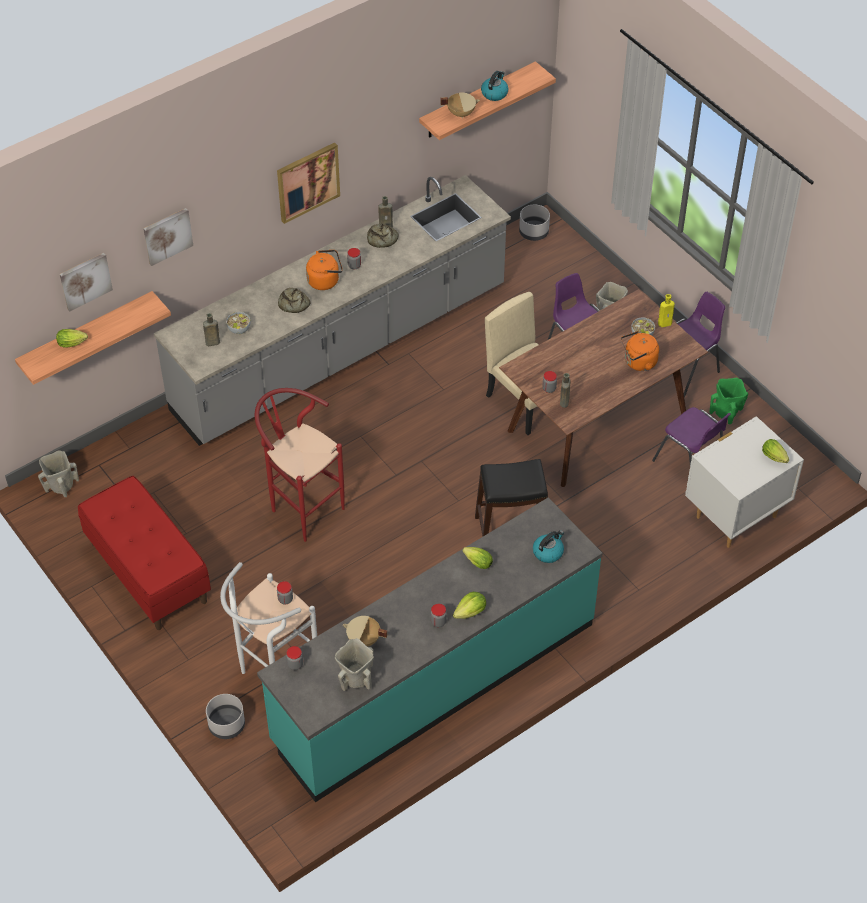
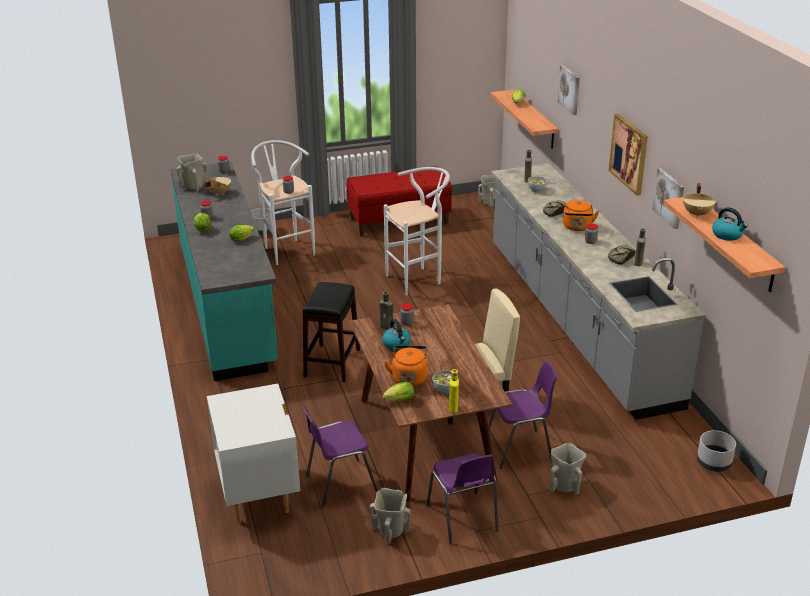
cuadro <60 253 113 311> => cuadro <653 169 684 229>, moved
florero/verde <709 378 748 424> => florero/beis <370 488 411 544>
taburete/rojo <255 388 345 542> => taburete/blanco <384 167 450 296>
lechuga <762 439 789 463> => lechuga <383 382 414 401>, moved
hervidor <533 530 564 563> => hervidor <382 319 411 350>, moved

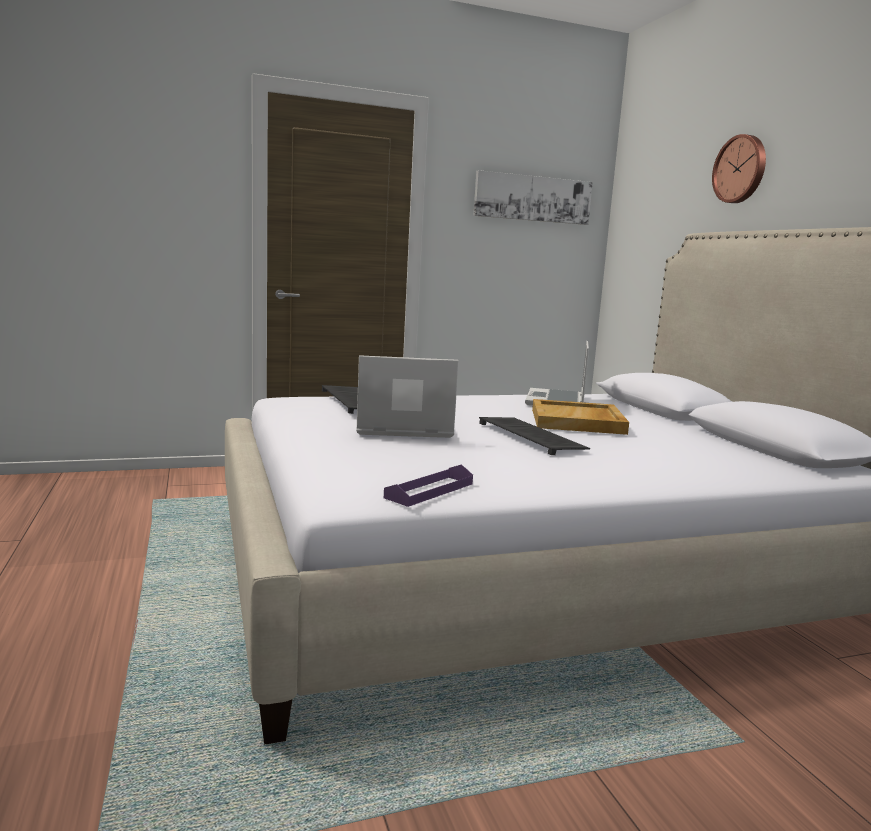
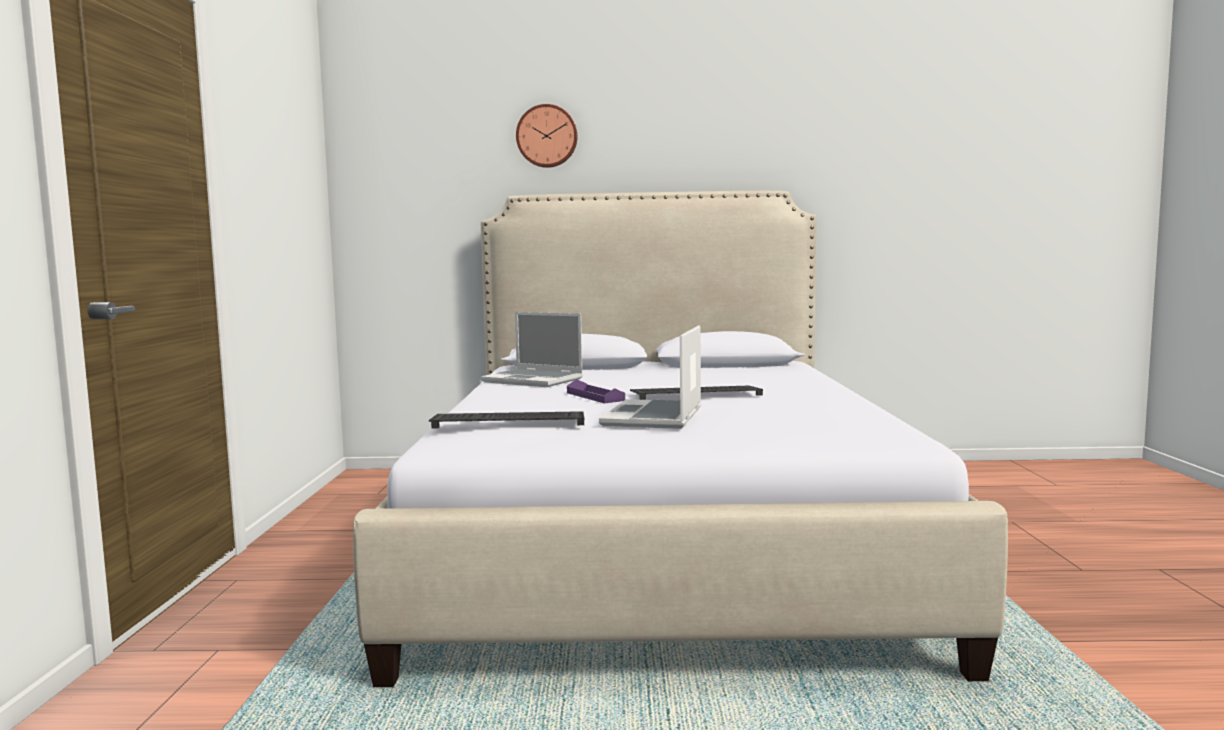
cuadro <473 170 593 225> => nothing
bandeja/beis <532 399 629 435> => nothing
bandeja/morado <384 465 473 507> => bandeja/morado <567 379 625 403>, moved

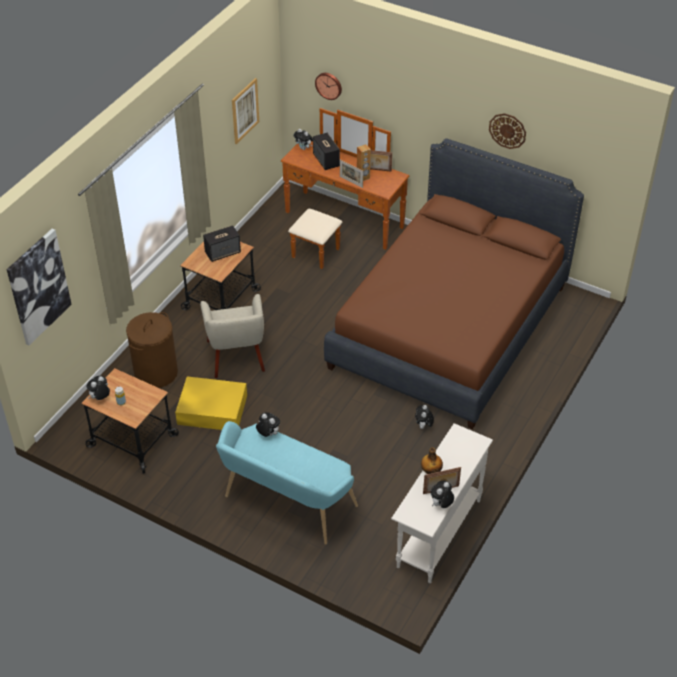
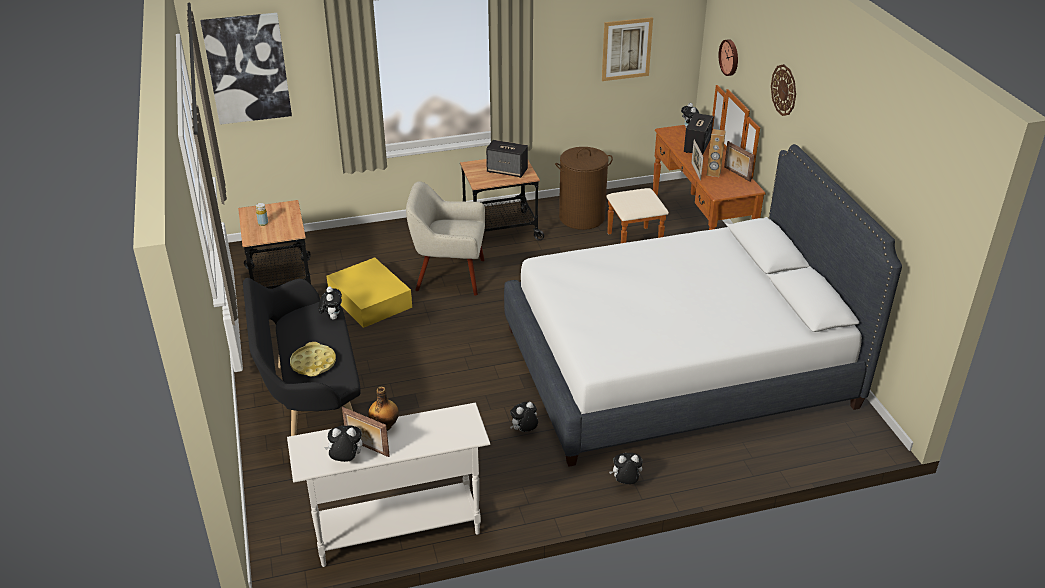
reloj de pared <489 113 526 149> => reloj de pared <771 64 796 116>, moved
cama/marrón <324 138 584 429> => cama/blanco <504 144 902 467>
sillón/beis <200 294 265 378> => sillón/beis <406 181 485 296>, 60 degrees clockwise
cesto de la ropa/marrón <126 312 178 388> => cesto de la ropa/marrón <555 147 613 230>, moved
peluche <86 376 110 400> => peluche <609 453 643 484>, moved
banco/turquesa <216 421 358 544> => banco/negro <243 278 361 436>
nothing => bandeja/amarillo <290 342 336 376>

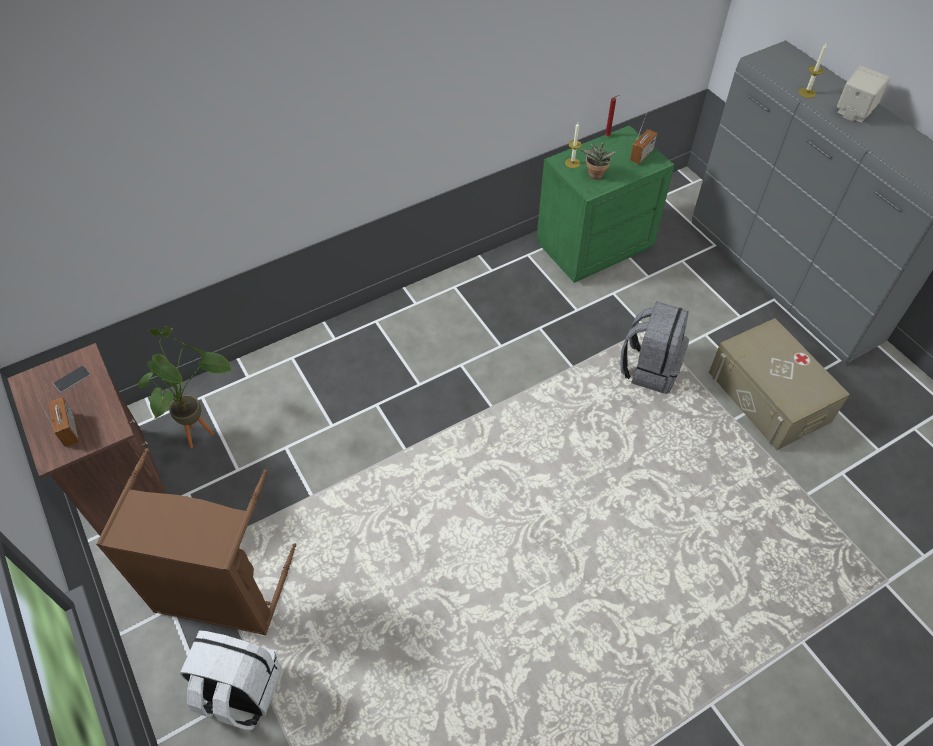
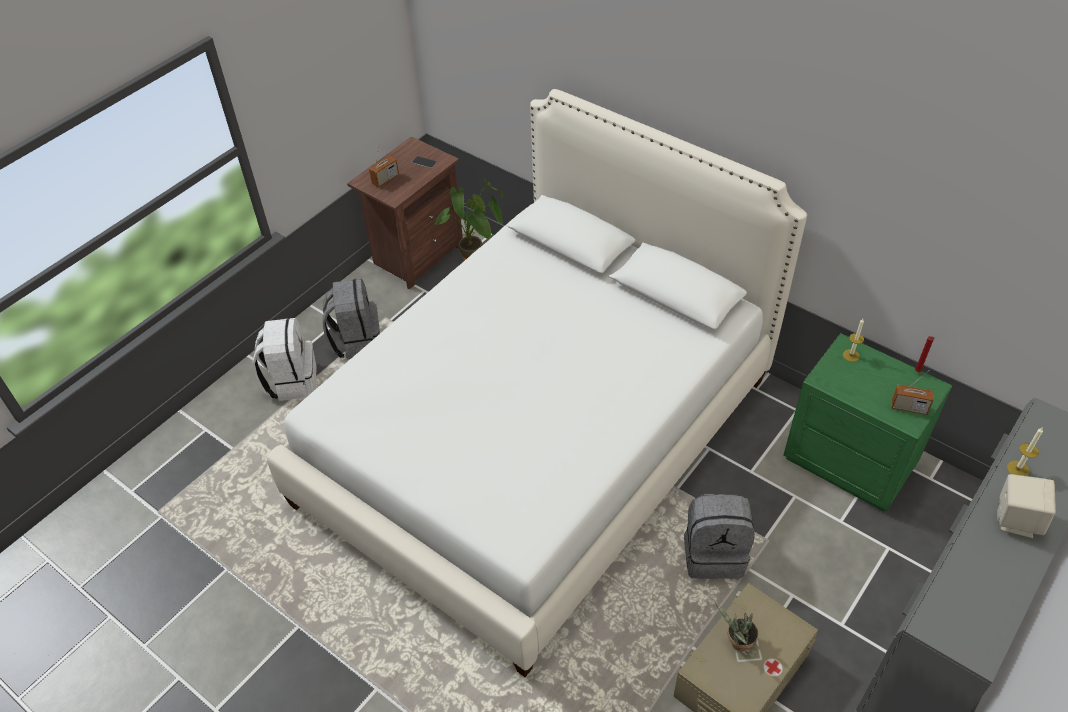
planta en maceta <580 142 618 179> => planta en maceta <715 601 758 651>, moved
cesto de la ropa/marrón <96 448 296 635> => mochila/gris <323 278 380 360>
nothing => cama/blanco <267 89 807 677>

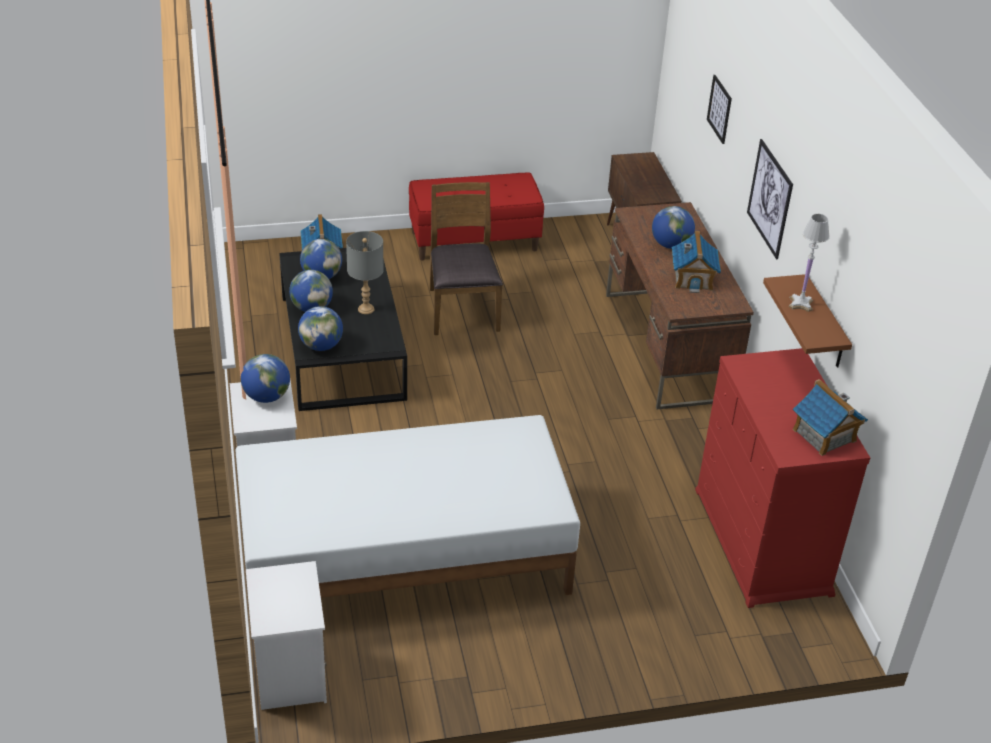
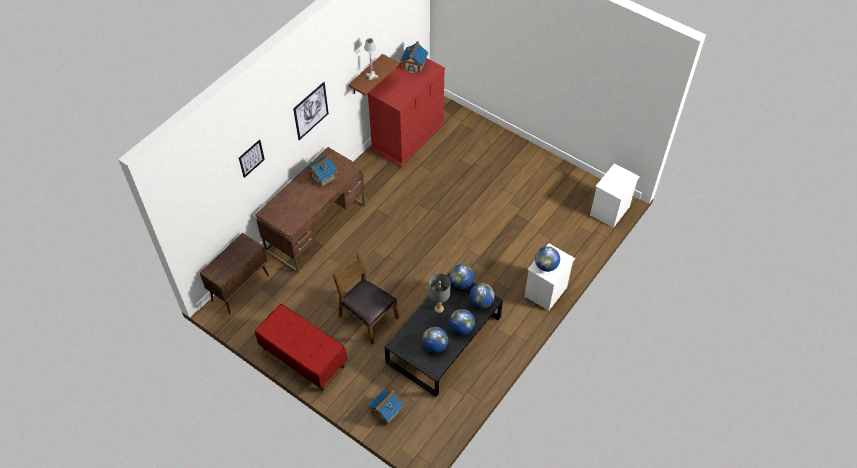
silla/marrón <430 182 503 335> => silla/marrón <333 252 399 345>, 90 degrees clockwise
globo terráqueo <652 206 695 249> => globo terráqueo <449 264 474 289>, moved
cama/blanco <235 415 580 598> => nothing

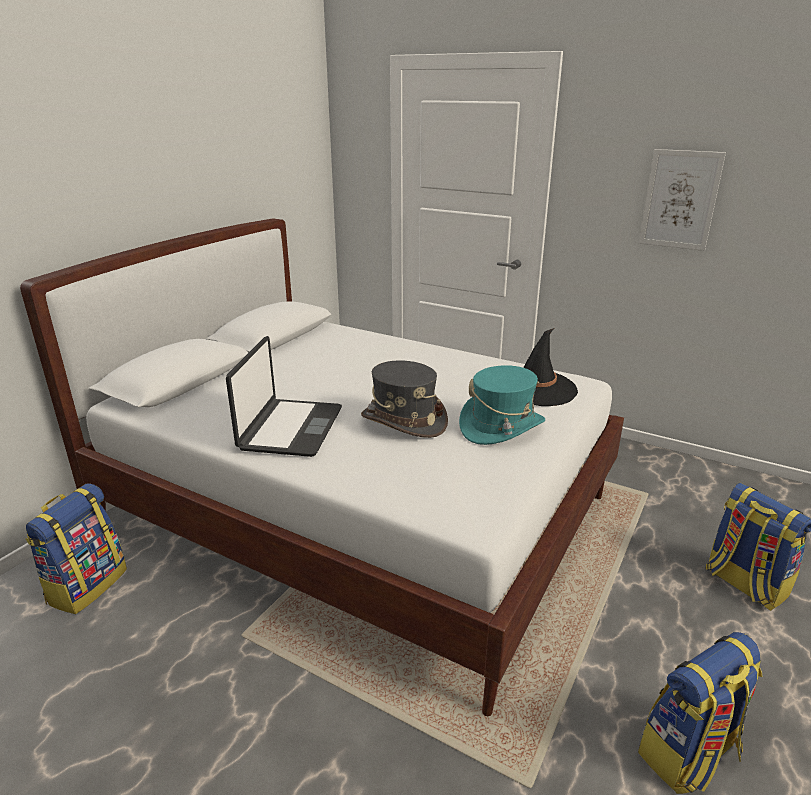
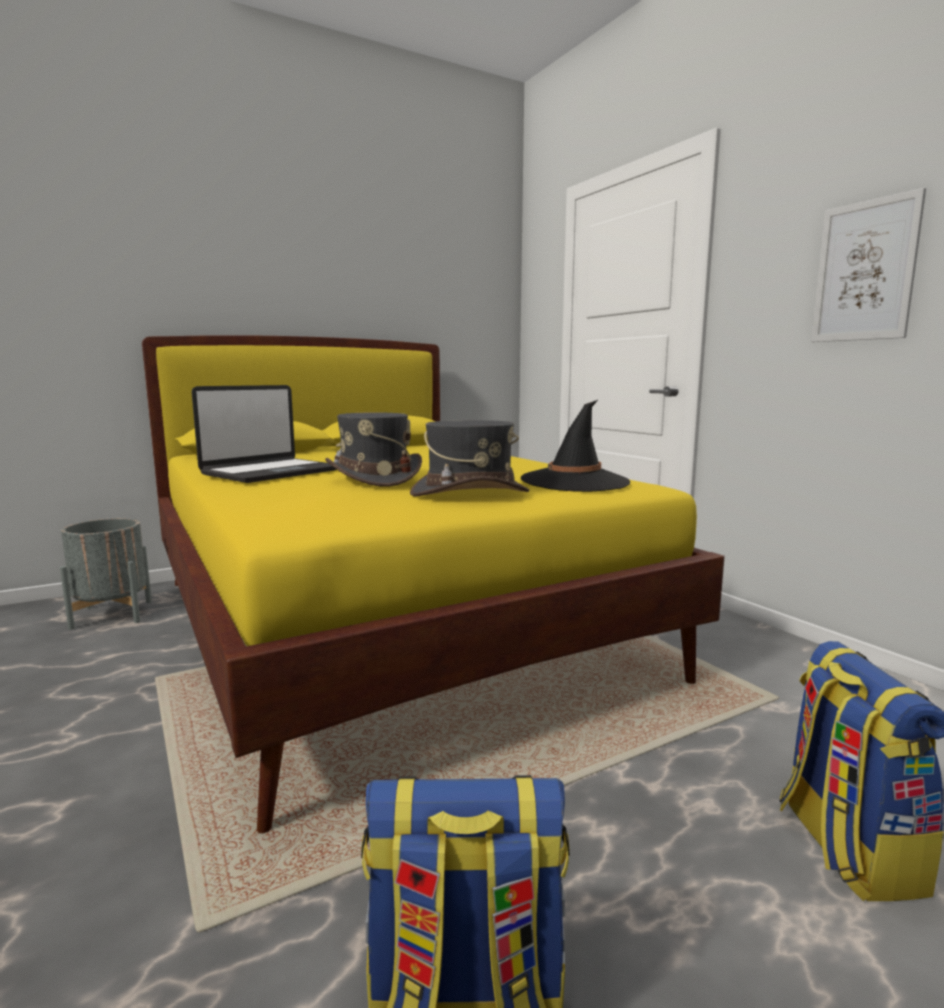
cama/blanco <20 218 624 716> => cama/amarillo <142 335 725 833>
sombrero/turquesa <459 365 545 445> => sombrero/gris <410 420 529 497>
mochila <25 483 127 614> => maceta/gris <60 518 152 630>

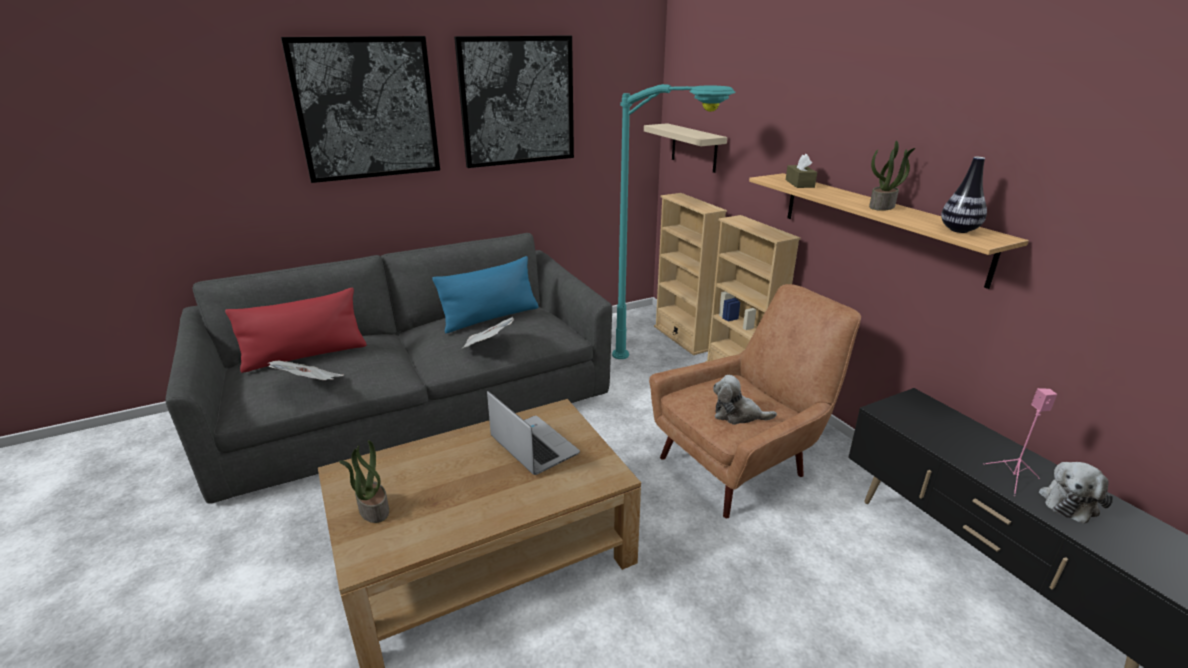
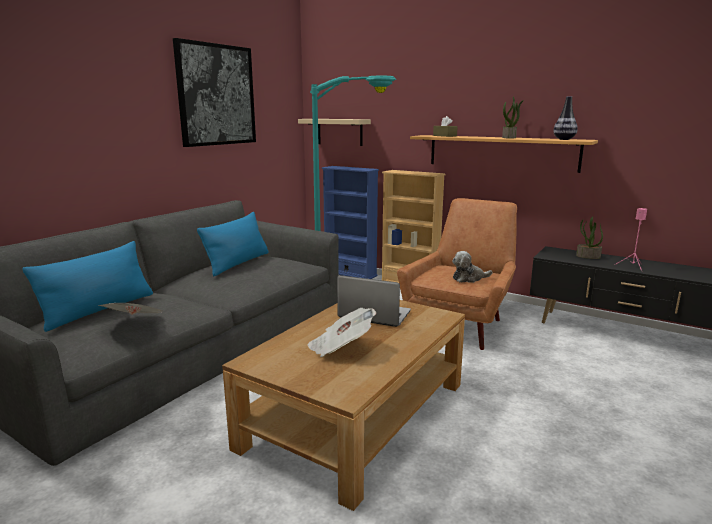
cuadro <281 36 440 183> => nothing
estantería/beis <654 193 727 355> => estantería/azul <322 166 379 279>
cojín/rojo <225 287 367 373> => cojín/azul <23 241 153 332>
periódico <461 316 514 349> => periódico <307 308 376 357>, moved
planta en maceta <339 441 389 523> => planta en maceta <576 216 603 259>, moved
peluche <1039 462 1113 524> => nothing

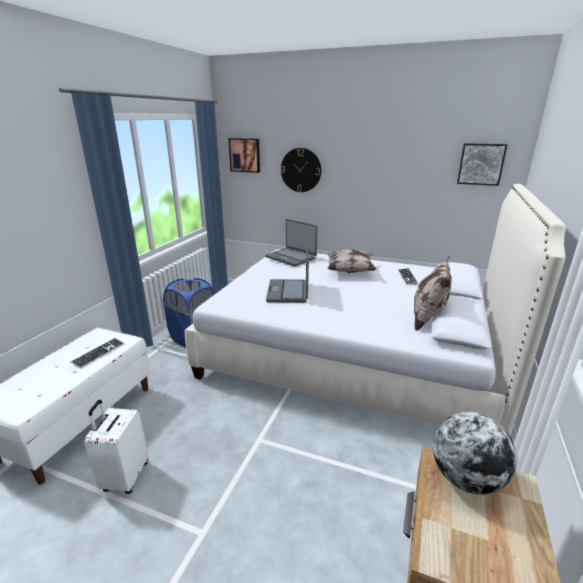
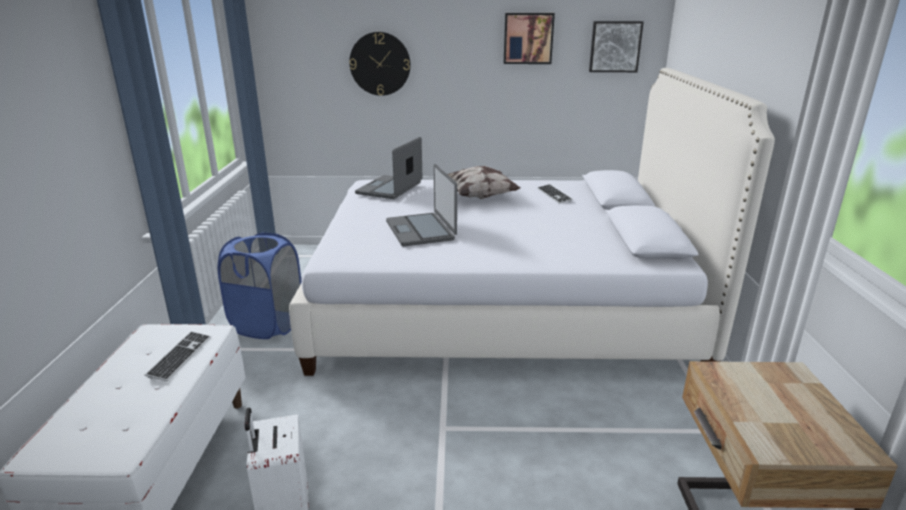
cuadro <229 138 260 173> => cuadro <504 13 555 64>, moved
portátil <265 219 317 267> => portátil <355 137 422 199>, 90 degrees clockwise
cojín <414 255 452 331> => nothing
globo terráqueo <433 412 517 495> => nothing

